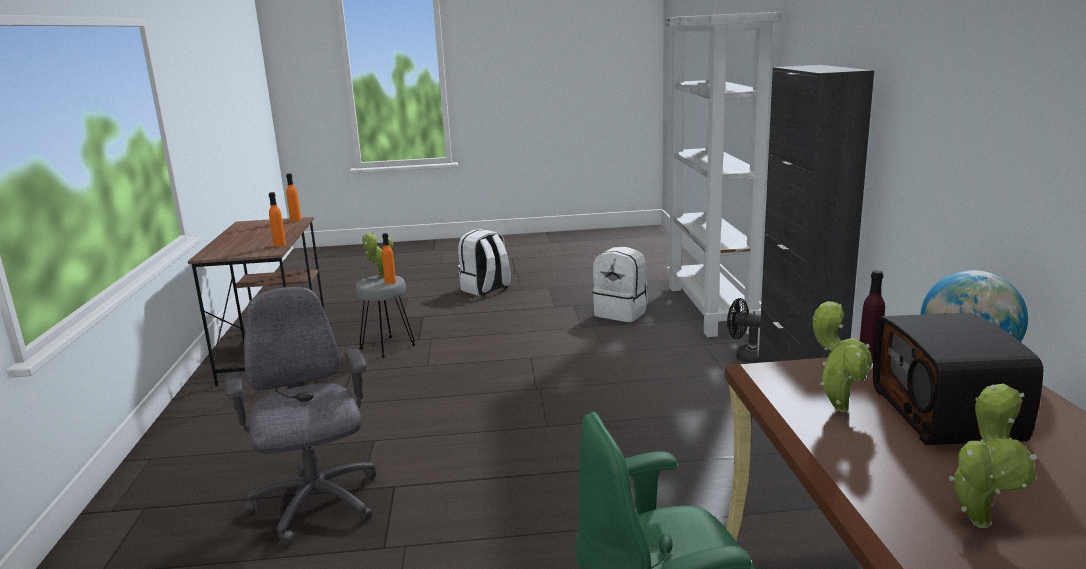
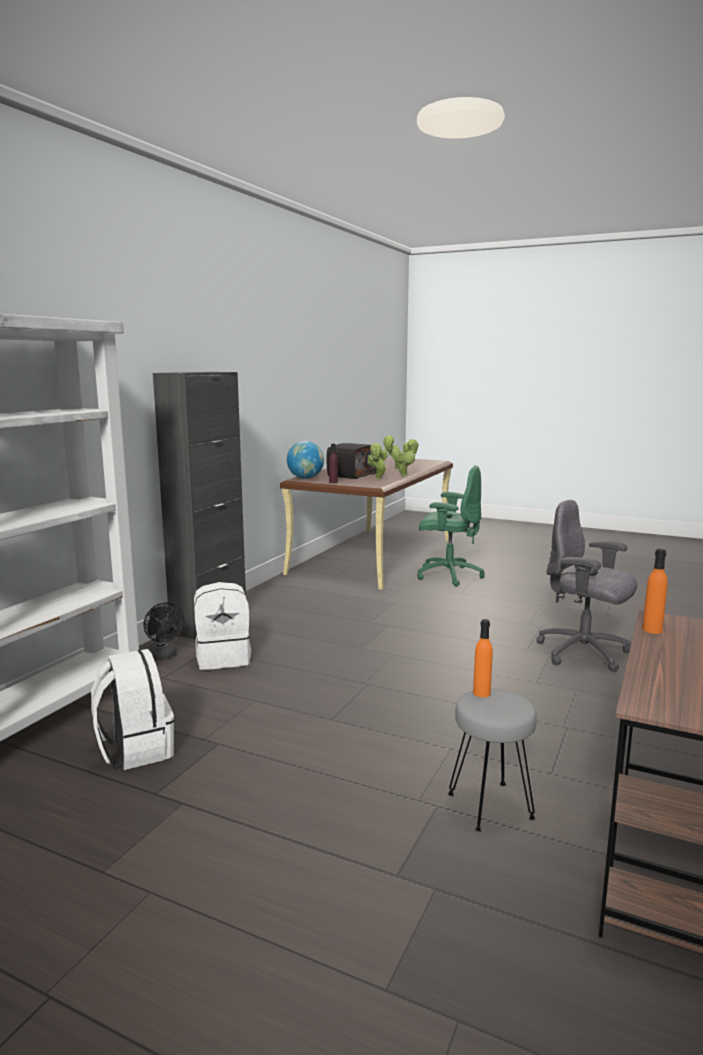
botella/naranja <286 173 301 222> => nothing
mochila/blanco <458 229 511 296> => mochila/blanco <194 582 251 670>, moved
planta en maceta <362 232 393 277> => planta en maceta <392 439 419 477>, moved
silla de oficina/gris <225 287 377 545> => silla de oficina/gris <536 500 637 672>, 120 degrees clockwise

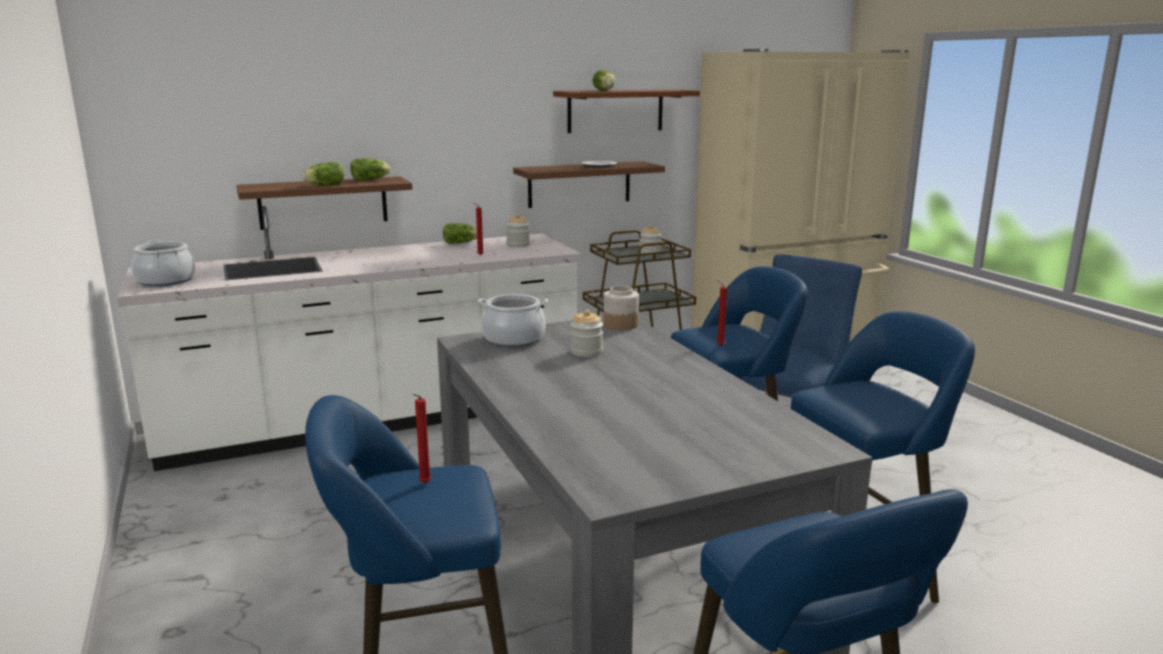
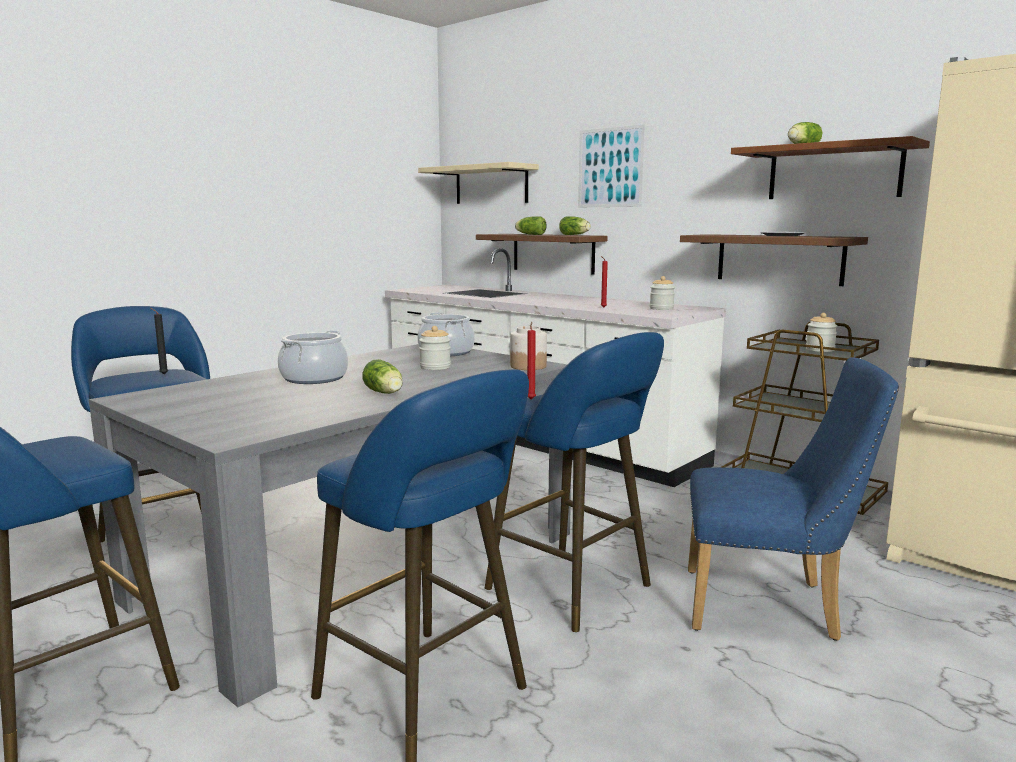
lechuga <443 223 477 244> => lechuga <362 359 403 394>, moved
olla <131 240 195 287> => olla <278 330 348 384>, moved
vela/rojo <413 394 431 483> => vela/negro <151 308 168 374>
nothing => cuadro <578 124 645 207>
nothing => estante/beis <418 162 539 204>

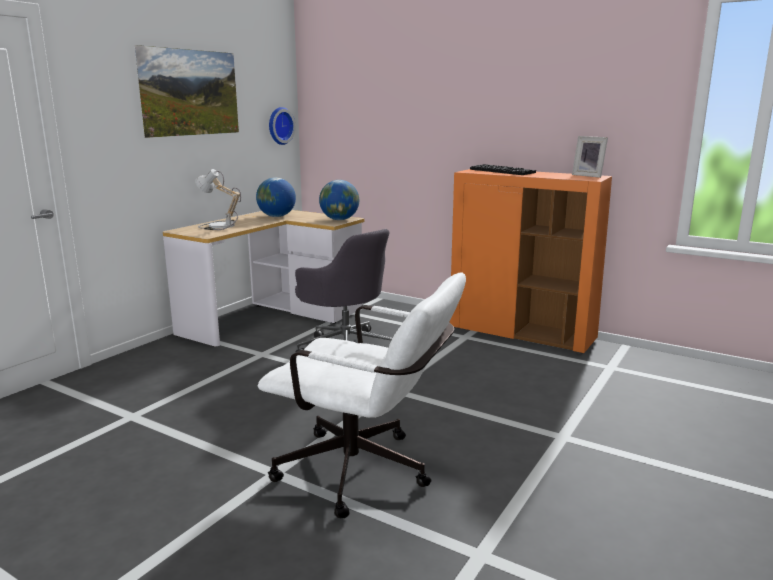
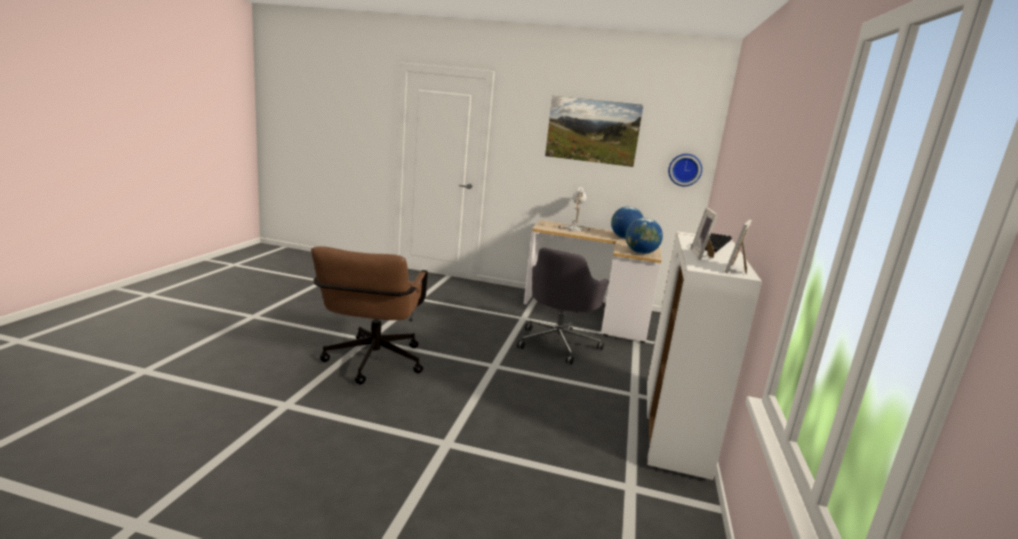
armario/naranja <450 169 612 354> => armario/blanco <647 231 762 480>
silla de oficina/blanco <257 273 466 518> => silla de oficina/marrón <311 246 428 384>
nothing => portarretratos <690 208 718 260>

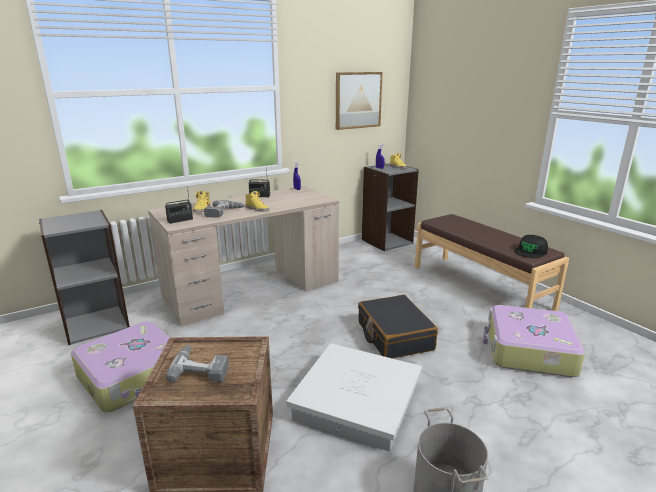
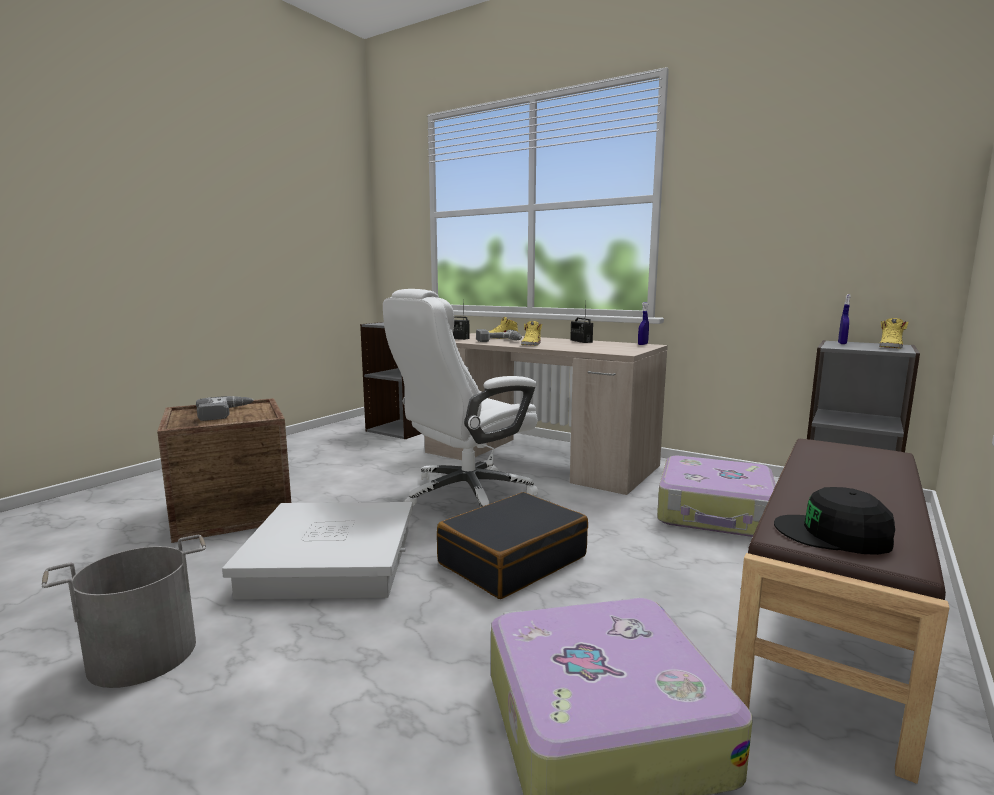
cuadro <336 72 383 130> => nothing
maleta <71 321 170 413> => maleta <657 456 776 537>, moved
nothing => silla de oficina/blanco <383 289 538 507>

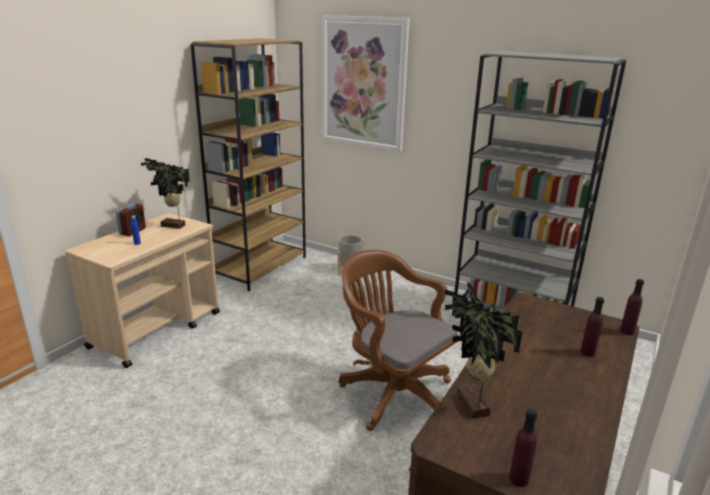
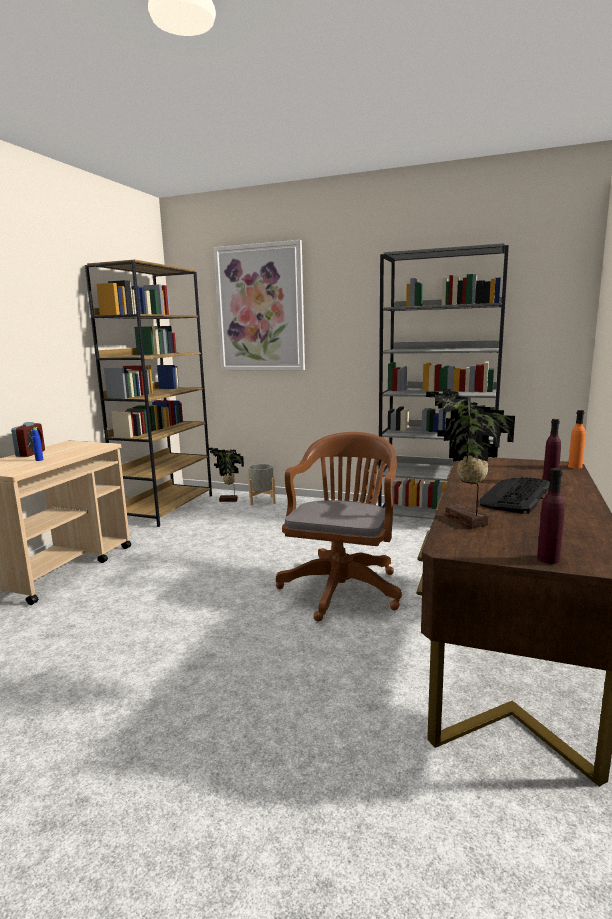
planta en maceta <141 158 190 229> => planta en maceta <208 448 244 502>, moved
silla de oficina/marrón <339 250 459 431> => silla de oficina/marrón <276 432 402 622>, 75 degrees clockwise
botella/morado <620 279 644 335> => botella/naranja <568 410 586 469>
nothing => teclado <480 477 550 514>

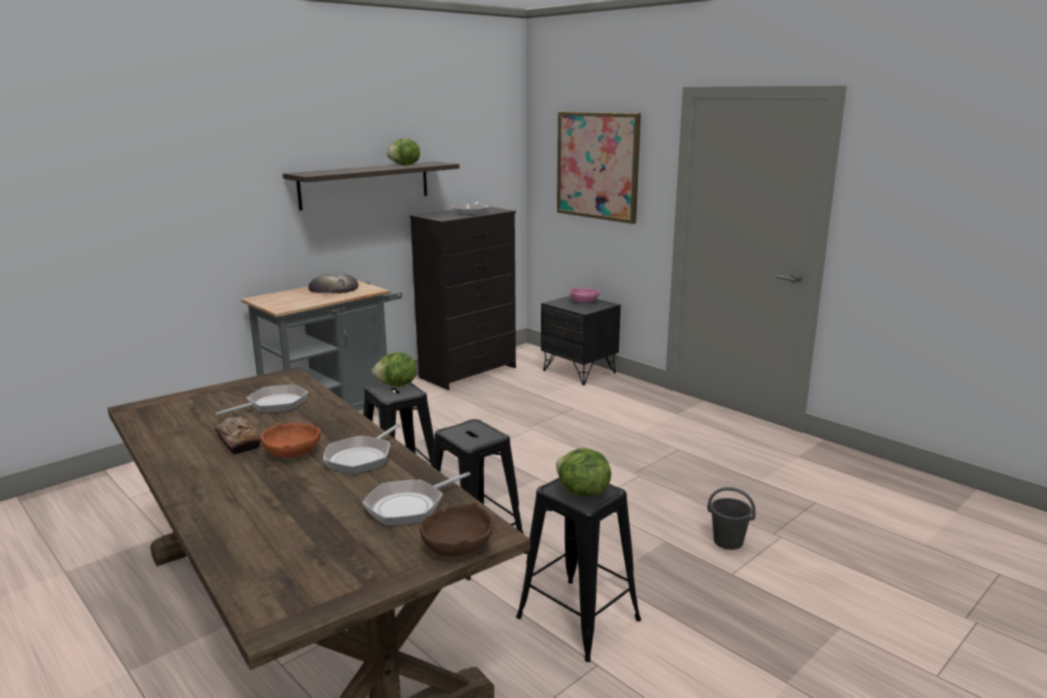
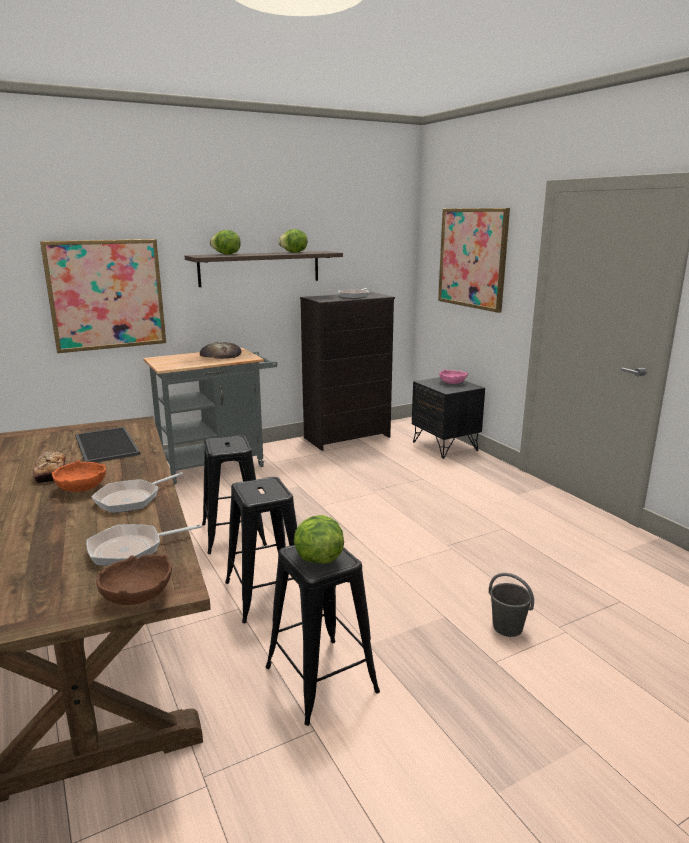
lechuga <372 352 416 387> => lechuga <210 230 241 255>, moved
sartén <216 384 308 415> => bandeja <75 427 140 463>
nothing => cuadro <40 239 166 353>

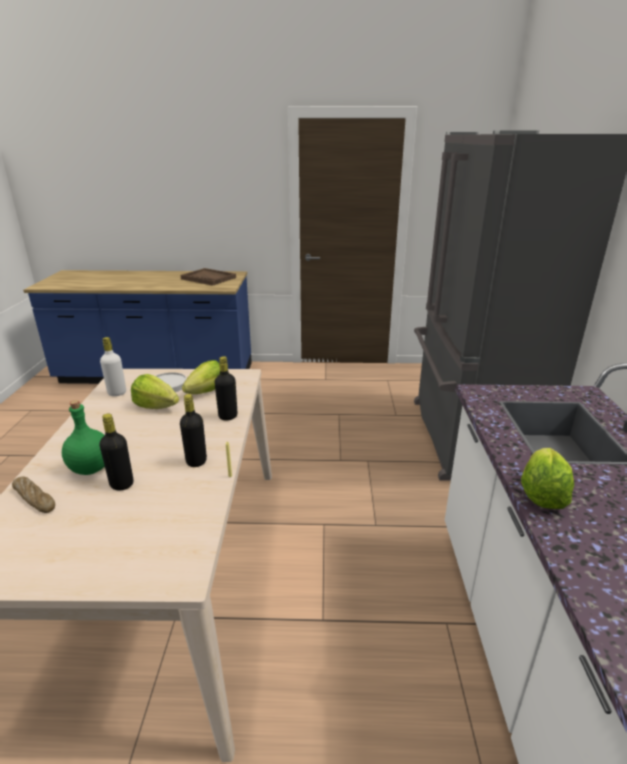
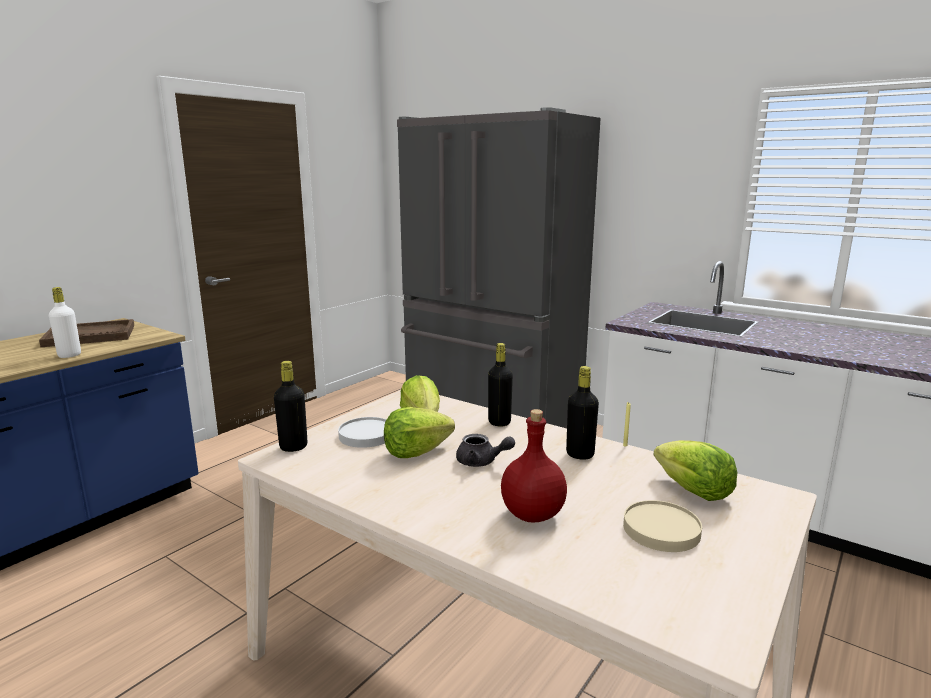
botella/blanco <100 337 126 396> => botella/blanco <49 287 81 358>, moved
botella/verde <62 400 105 475> => botella/rojo <501 409 567 522>
botella/negro <100 414 133 491> => botella/negro <274 361 307 452>, moved
lechuga <521 448 574 509> => lechuga <654 440 737 501>, moved
pan <12 477 55 513> => nothing
nothing => tetera/gris <456 434 515 467>
nothing => plato/beis <623 500 702 552>

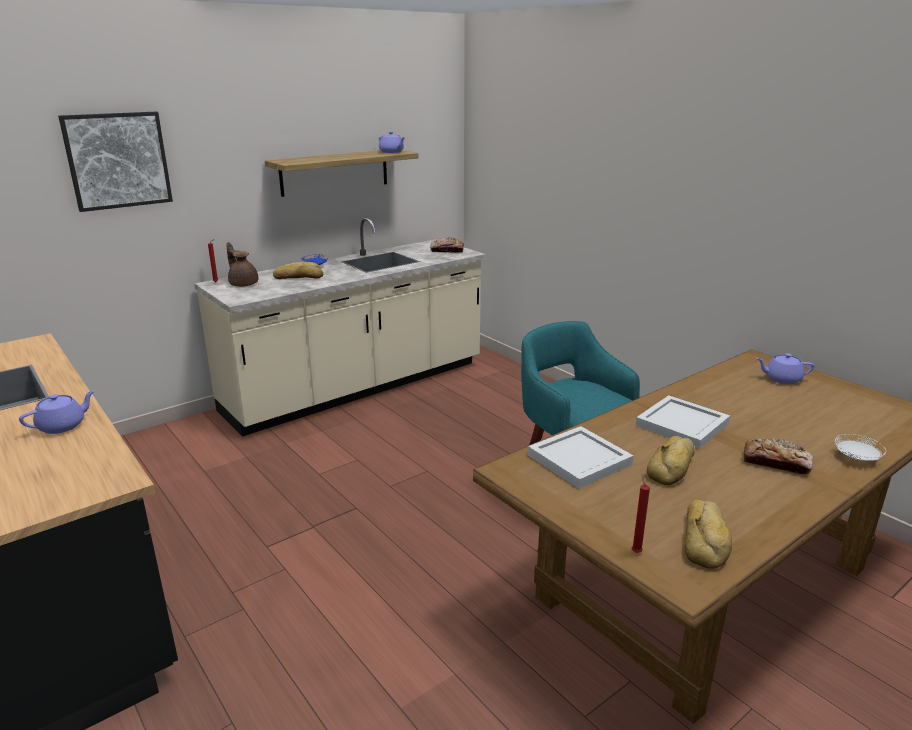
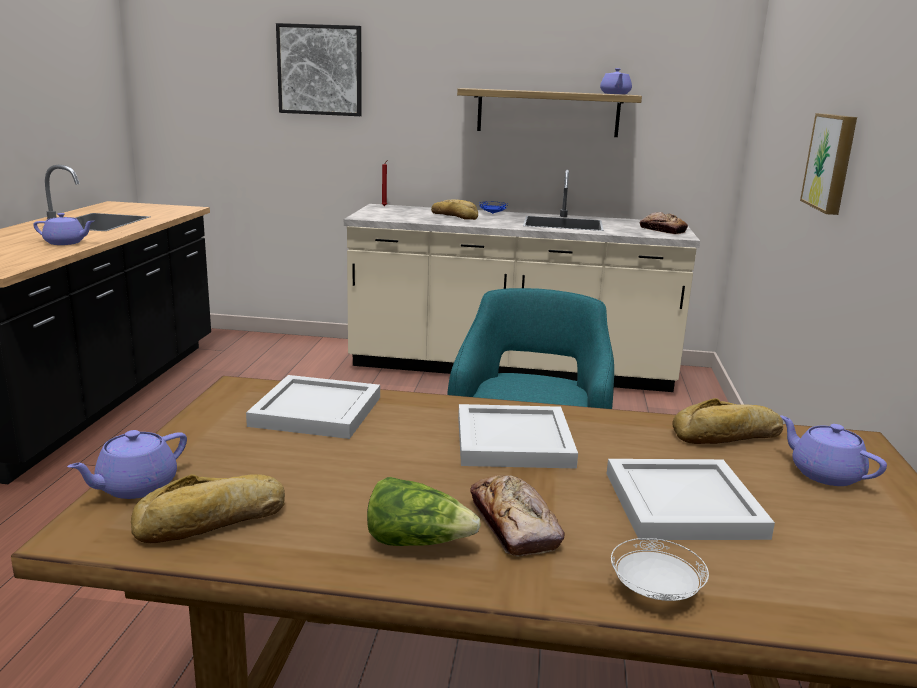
tetera/marrón <227 242 258 287> => nothing
pan <647 436 695 485> => pan <672 398 783 444>, moved
vela/rojo <632 475 650 553> => tetera/morado <67 430 187 499>
nothing => cuadro <800 113 857 215>
nothing => bandeja/blanco <607 459 775 540>
nothing => lechuga <367 477 481 546>

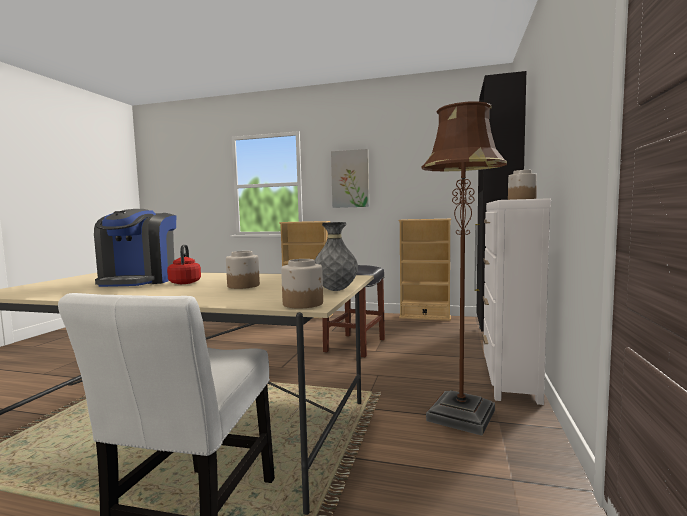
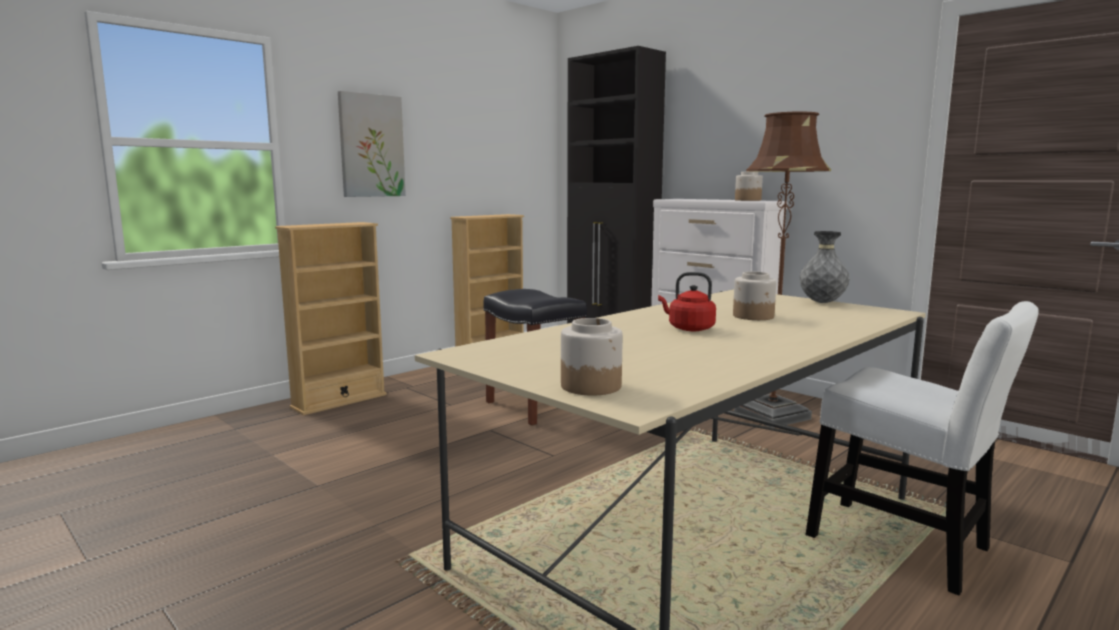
cafetera <94 209 176 287> => nothing
tarro <281 259 323 308> => tarro <561 318 623 396>, moved

